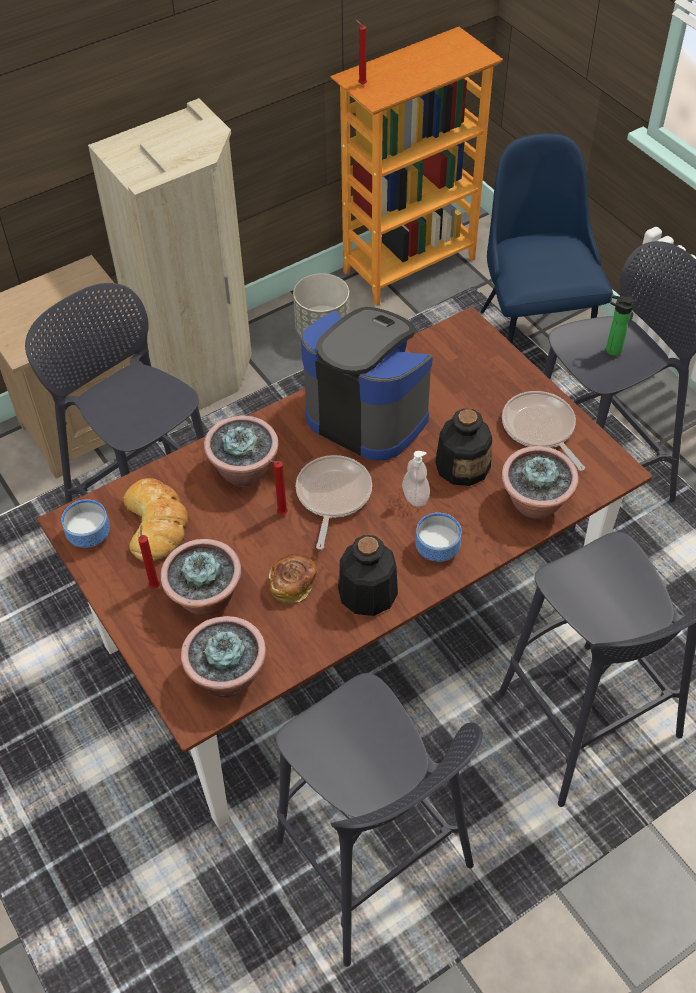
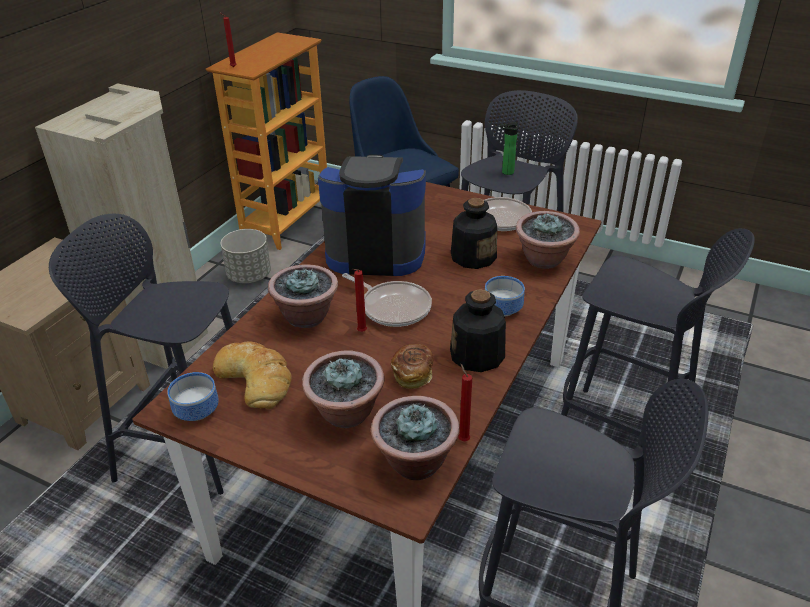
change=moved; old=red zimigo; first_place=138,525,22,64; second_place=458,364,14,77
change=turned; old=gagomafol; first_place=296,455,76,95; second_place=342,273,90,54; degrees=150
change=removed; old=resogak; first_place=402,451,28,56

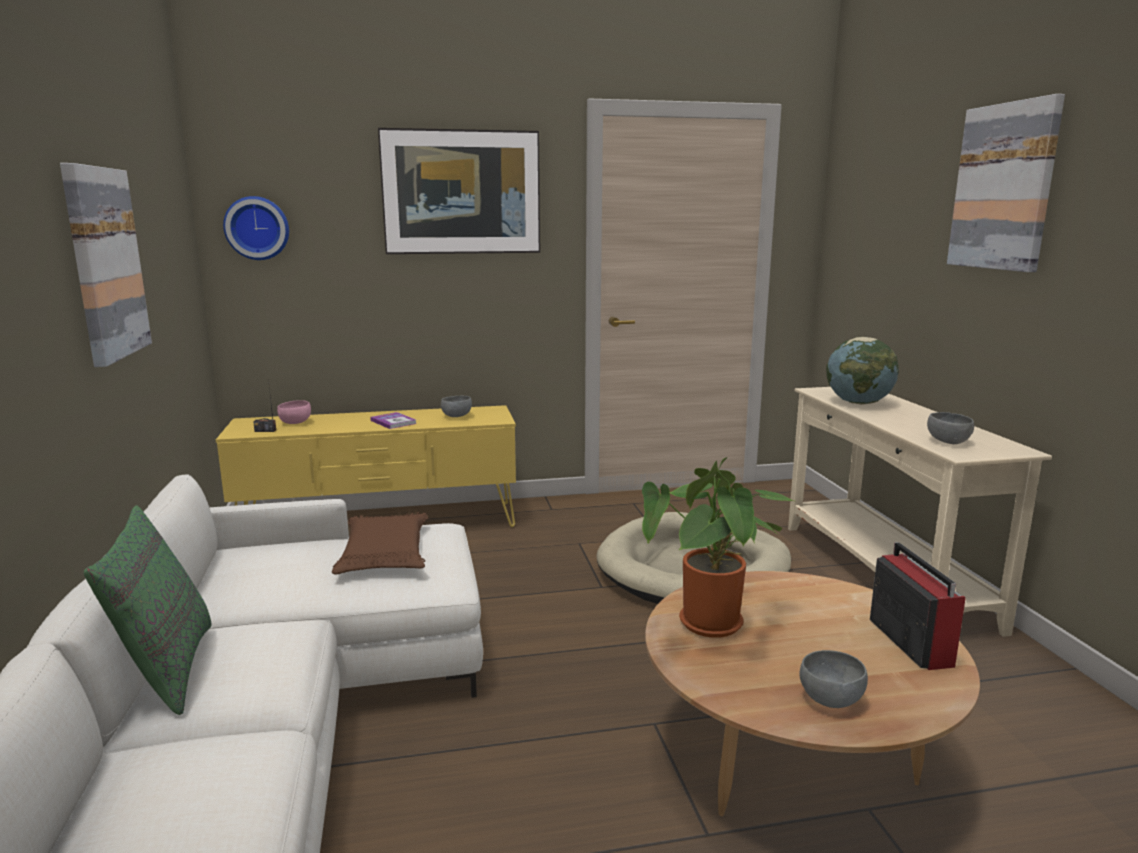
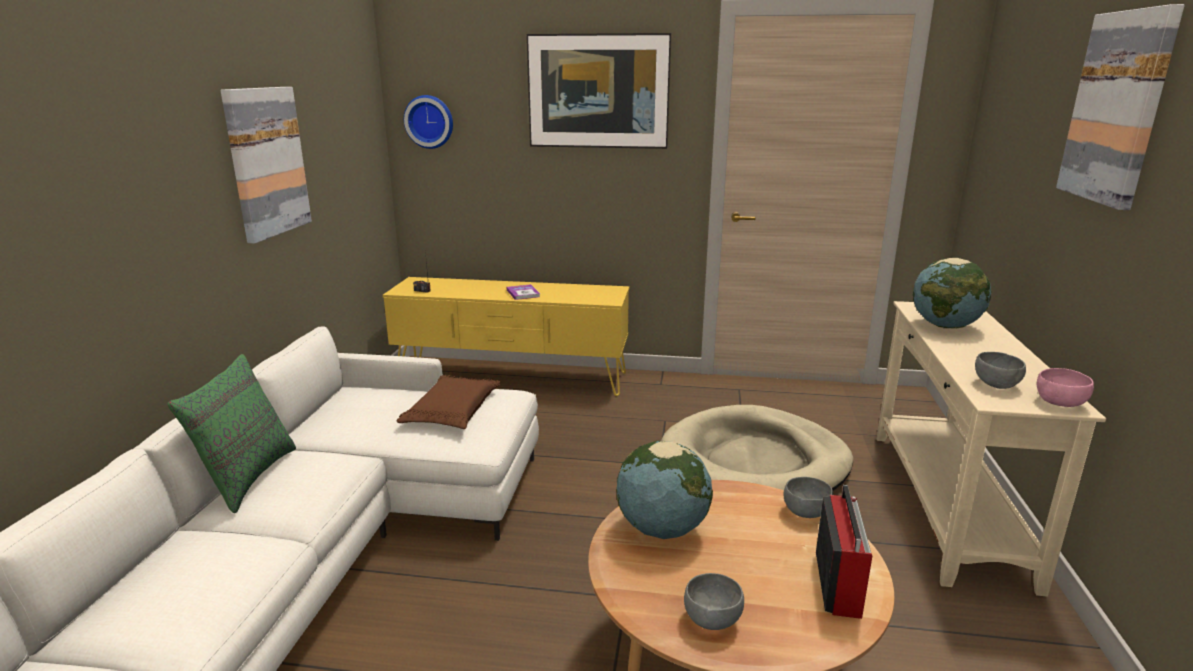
change=moved; old=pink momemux; first_place=277,400,34,24; second_place=1037,368,57,39
change=moved; old=grey momemux; first_place=441,396,31,21; second_place=784,477,50,41
change=replaced; old=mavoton; new=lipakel; first_place=642,457,152,181; second_place=616,441,97,98

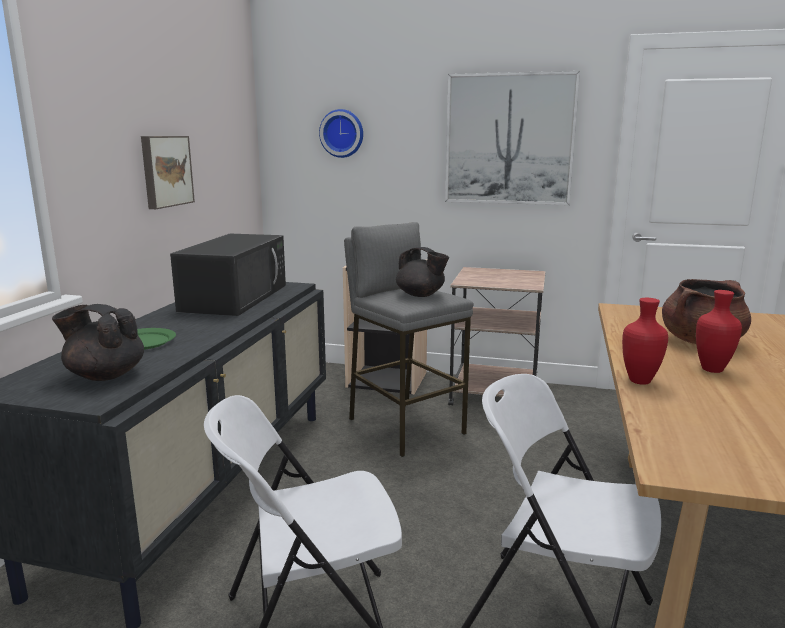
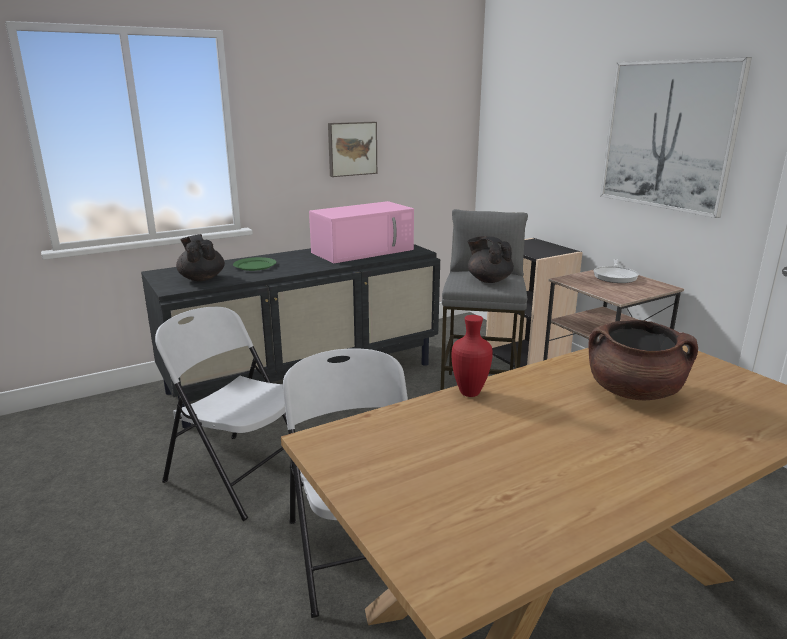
change=recoloured; old=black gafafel; new=pink gafafel; first_place=170,234,116,82; second_place=309,201,105,63
change=removed; old=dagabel; first_place=319,109,44,49
change=turned; old=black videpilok; first_place=396,247,53,50; second_place=467,236,47,47; degrees=150
change=removed; old=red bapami; first_place=696,290,46,83
change=added; new=gagomafol; second_place=593,259,46,24

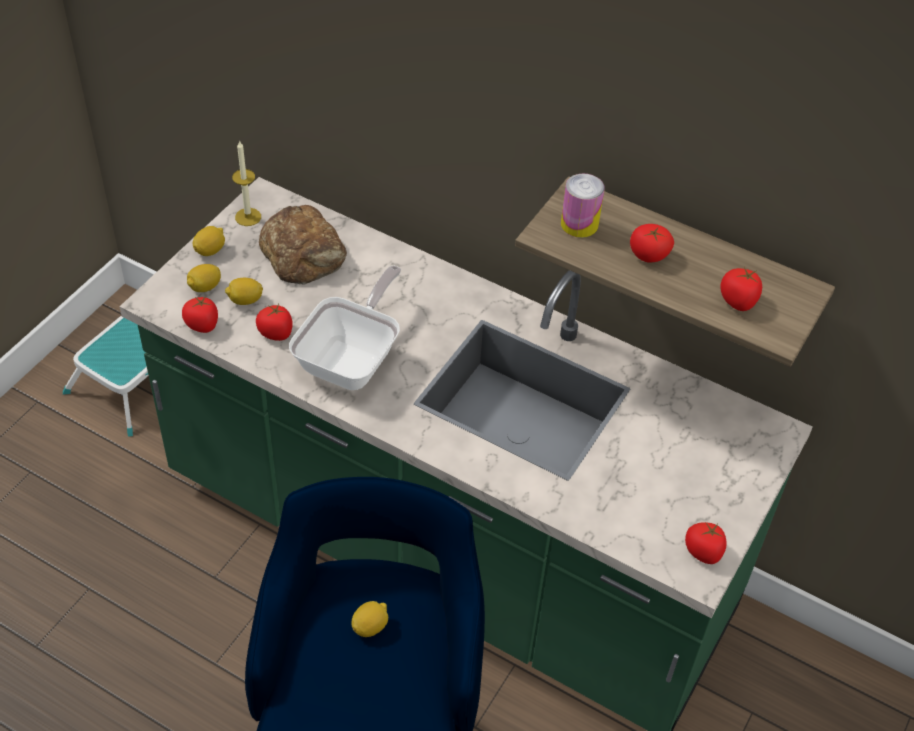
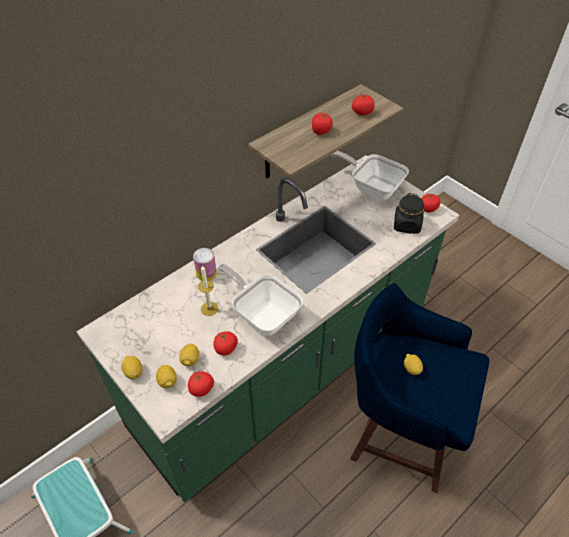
change=moved; old=zimigo; first_place=232,140,29,86; second_place=198,265,20,51
change=removed; old=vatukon; first_place=259,205,88,80
change=moved; old=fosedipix; first_place=561,173,43,65; second_place=193,248,24,33
change=added; new=gagomafol; second_place=331,151,78,49
change=added; new=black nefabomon; second_place=394,193,30,41

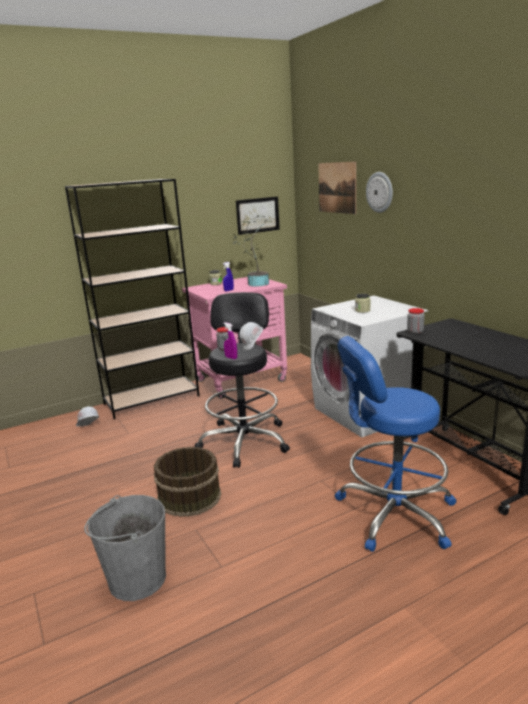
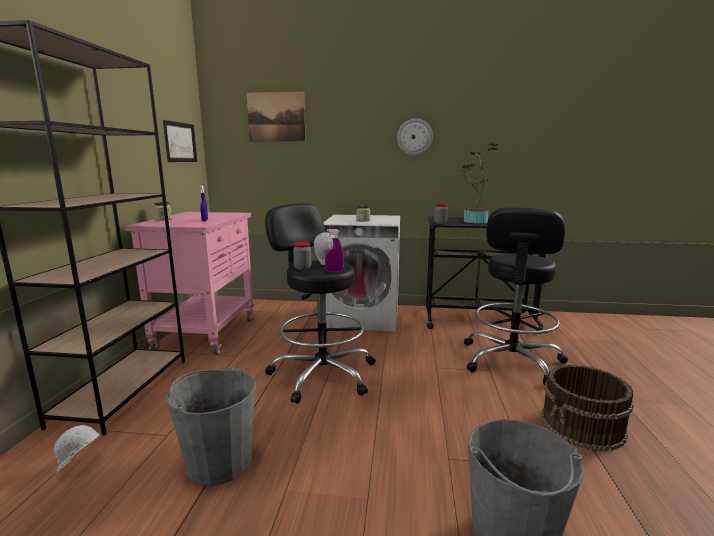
change=moved; old=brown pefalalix; first_place=154,447,67,70; second_place=541,365,93,86
change=moved; old=mavoton; first_place=232,216,40,71; second_place=459,144,39,79
change=recoloured; old=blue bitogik; new=black bitogik; first_place=335,336,121,216; second_place=464,207,104,179
change=moved; old=dagabel; first_place=366,172,27,41; second_place=397,118,36,38
change=added; new=grey pefalalix; second_place=167,366,89,120

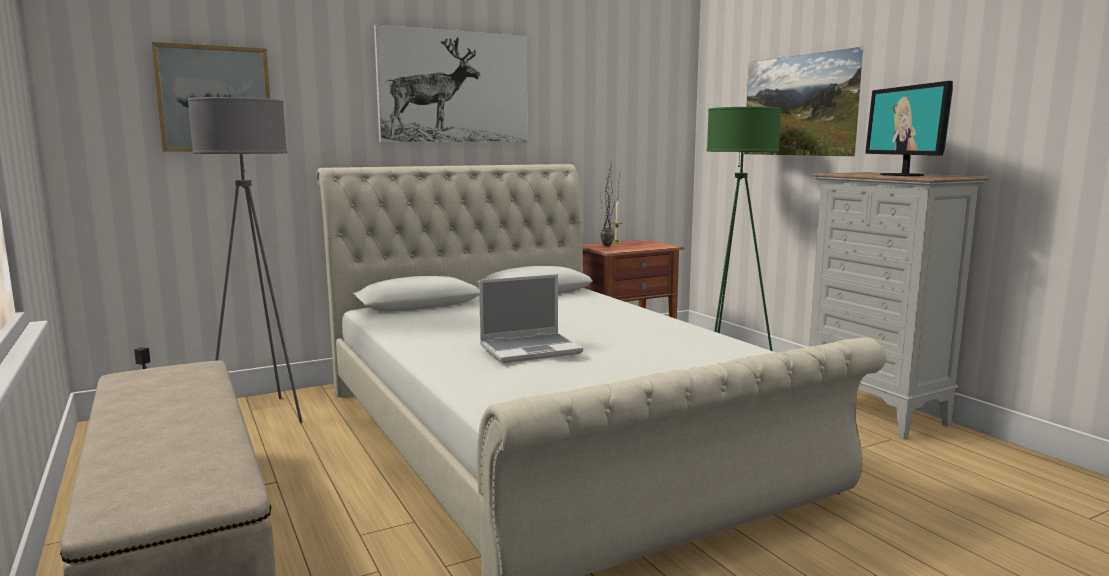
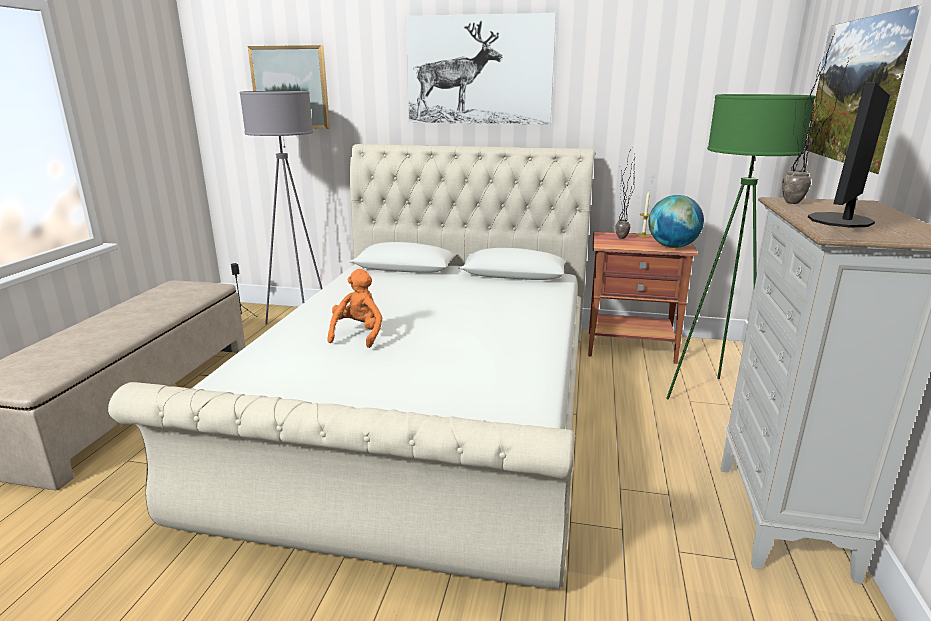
change=replaced; old=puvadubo; new=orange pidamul; first_place=479,274,104,89; second_place=328,269,55,79
change=added; new=lipakel; second_place=649,195,55,53
change=added; new=mavoton; second_place=782,32,67,172

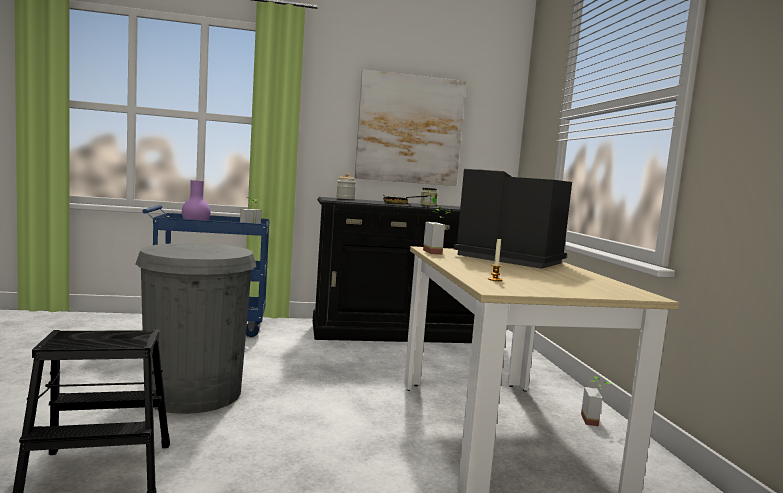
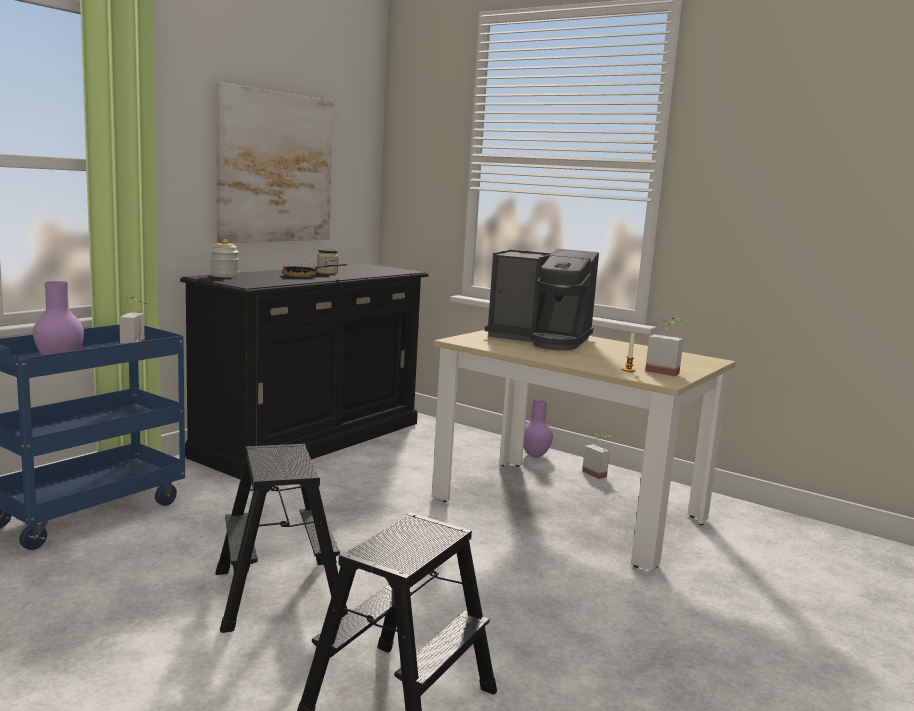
change=replaced; old=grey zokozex; new=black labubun; first_place=135,243,121,171; second_place=215,444,133,189
change=moved; old=mavoton; first_place=423,207,27,48; second_place=645,318,39,59
change=turned; old=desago; first_place=454,169,118,100; second_place=485,249,114,101; degrees=-150
change=added; new=purple bapami; second_place=523,400,30,57

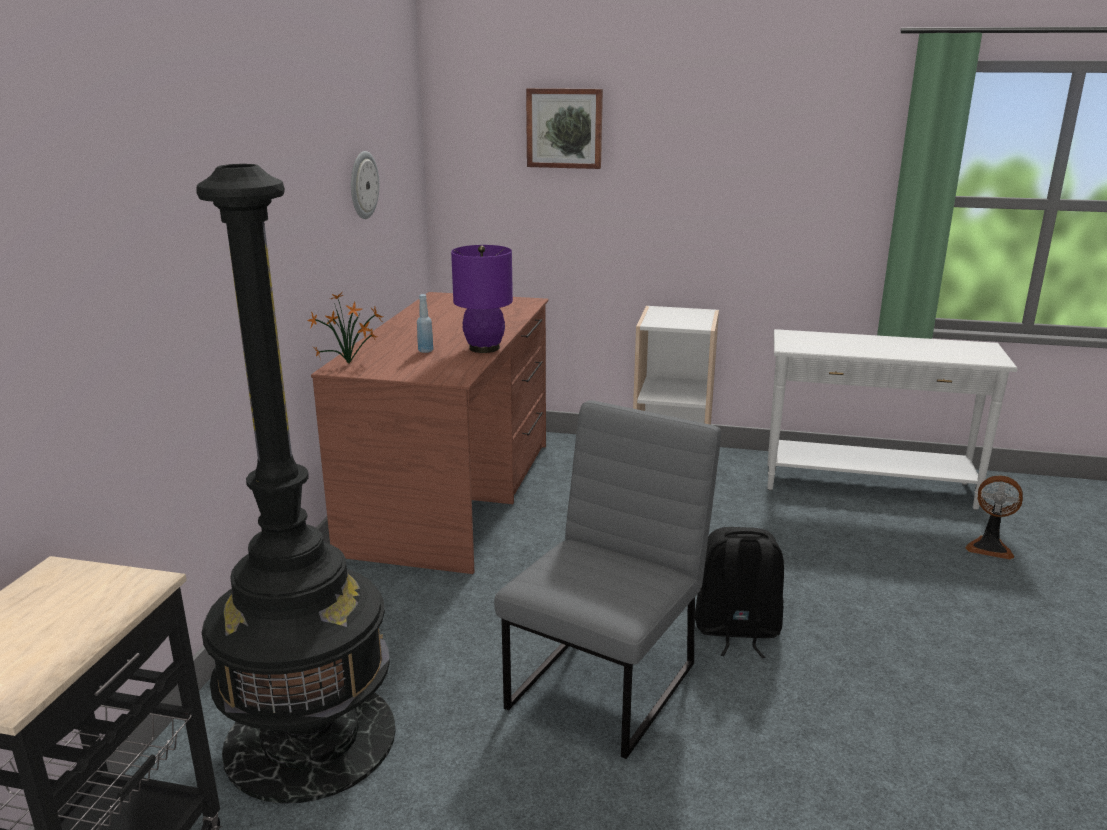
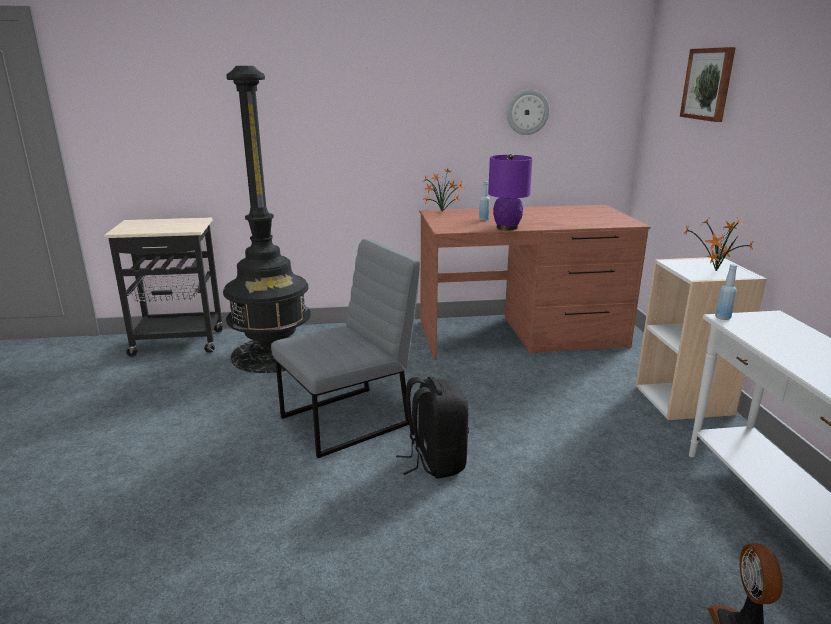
change=turned; old=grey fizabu; first_place=494,400,227,359; second_place=271,239,149,219; degrees=-45
change=added; new=mavoton; second_place=683,217,71,54
change=added; new=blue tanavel; second_place=715,264,22,56

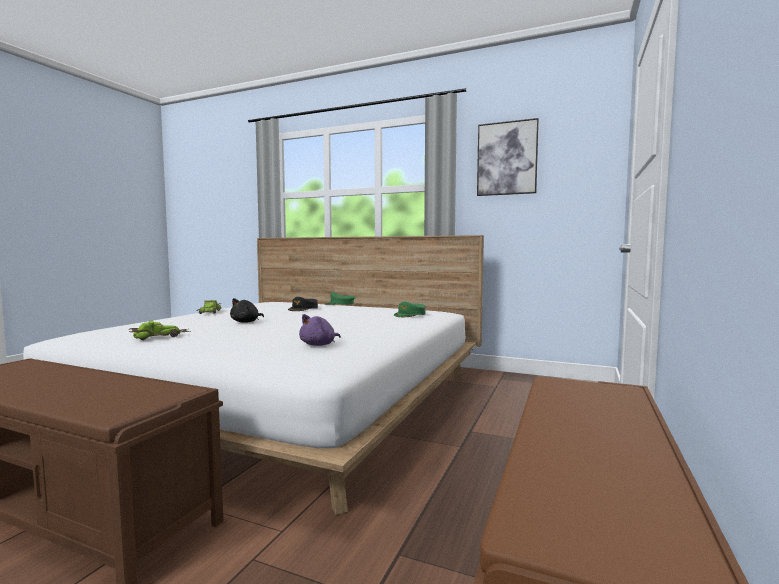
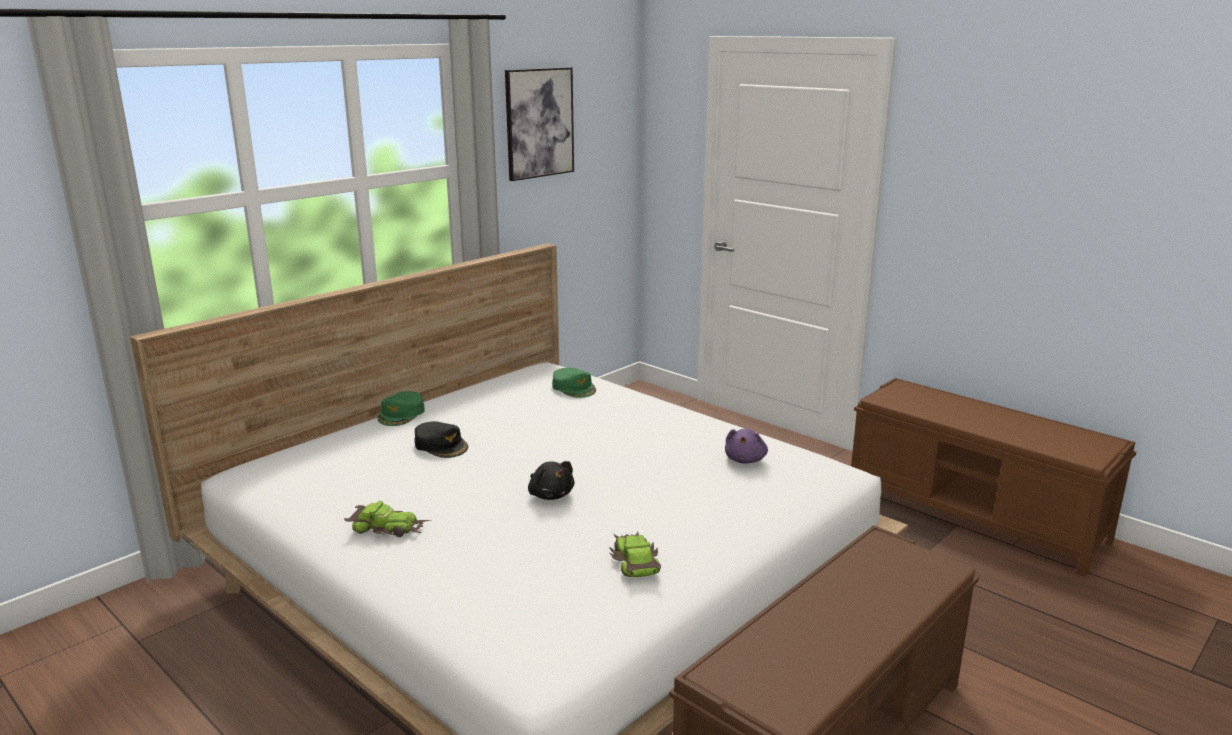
change=turned; old=purple pidamul; first_place=299,314,42,32; second_place=725,429,43,35; degrees=45

